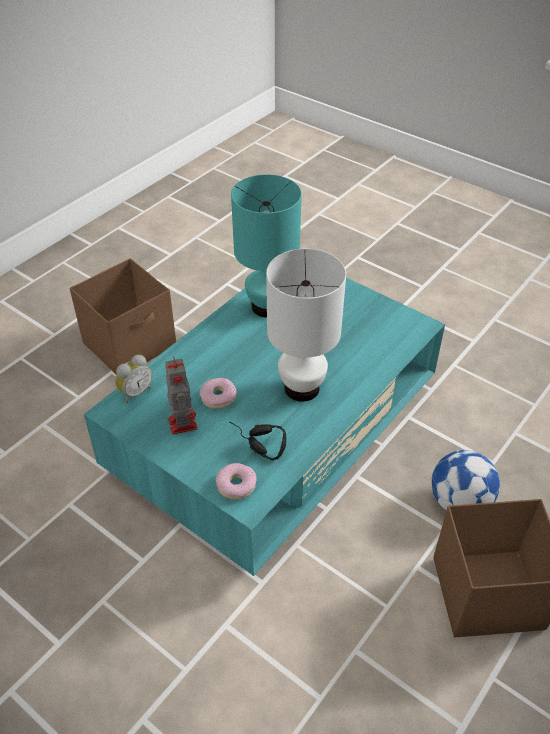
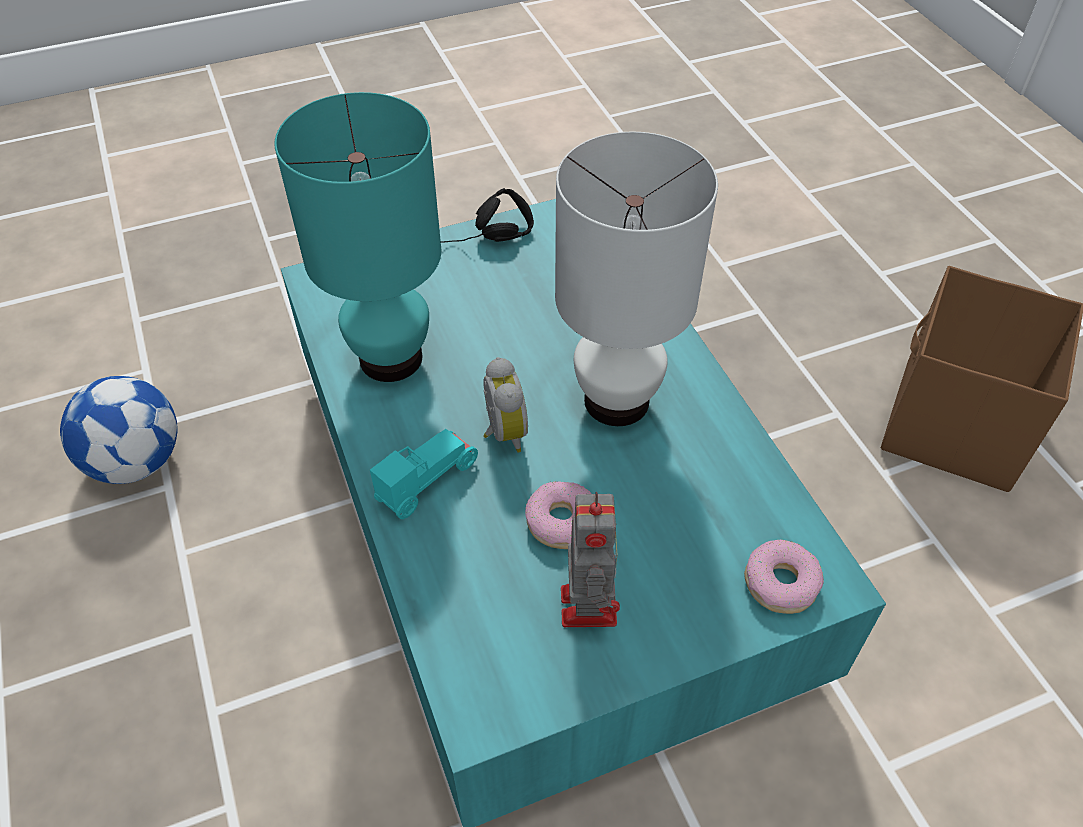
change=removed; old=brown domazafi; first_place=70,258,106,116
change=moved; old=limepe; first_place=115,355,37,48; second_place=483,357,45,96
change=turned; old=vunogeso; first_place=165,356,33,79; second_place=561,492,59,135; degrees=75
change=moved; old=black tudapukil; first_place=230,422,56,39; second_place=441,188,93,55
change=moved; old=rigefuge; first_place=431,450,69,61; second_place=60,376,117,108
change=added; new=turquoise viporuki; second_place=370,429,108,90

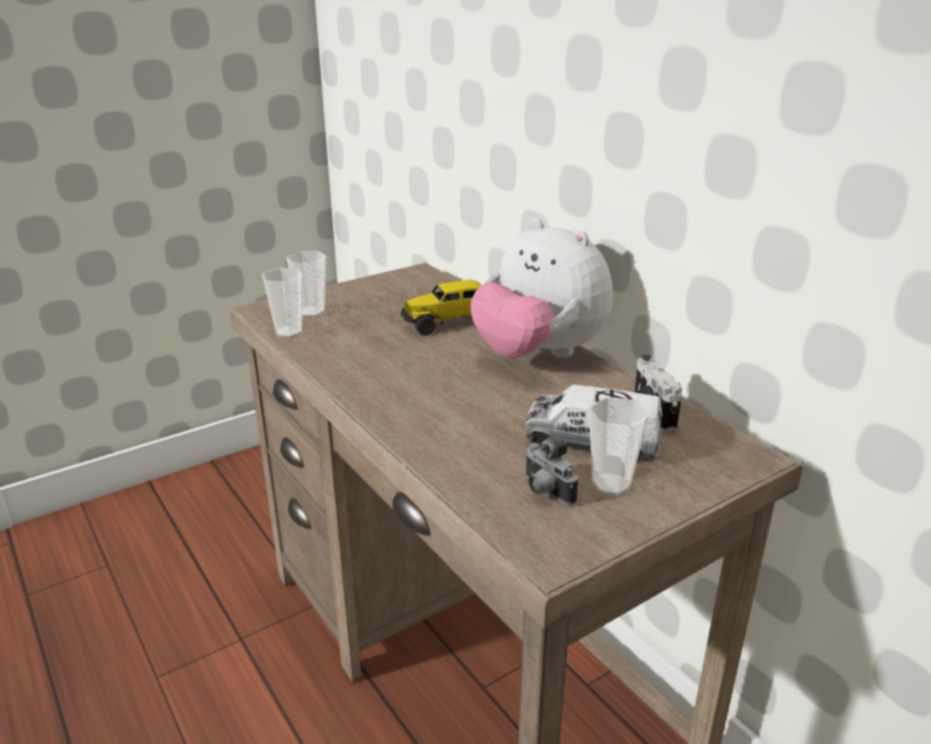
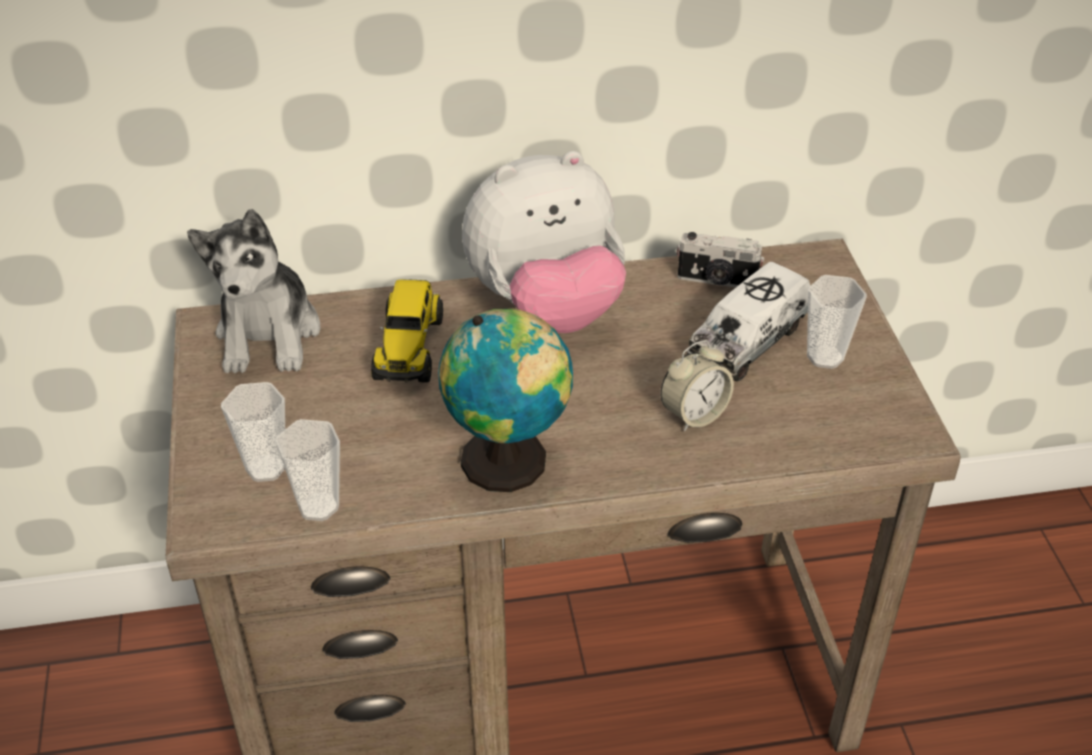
change=removed; old=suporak; first_place=525,437,53,68
change=added; new=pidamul; second_place=187,209,134,165
change=added; new=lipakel; second_place=438,308,135,184
change=added; new=limepe; second_place=660,340,74,92

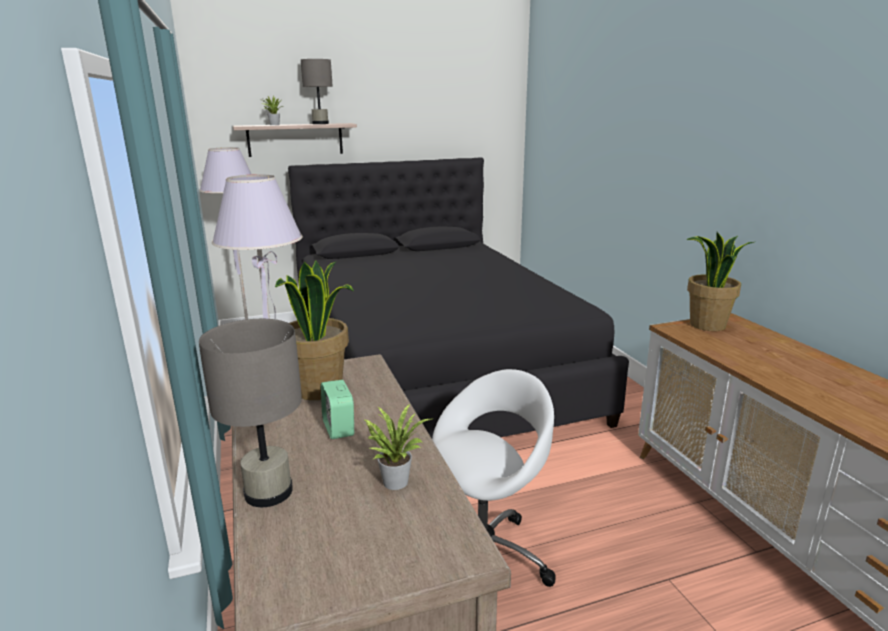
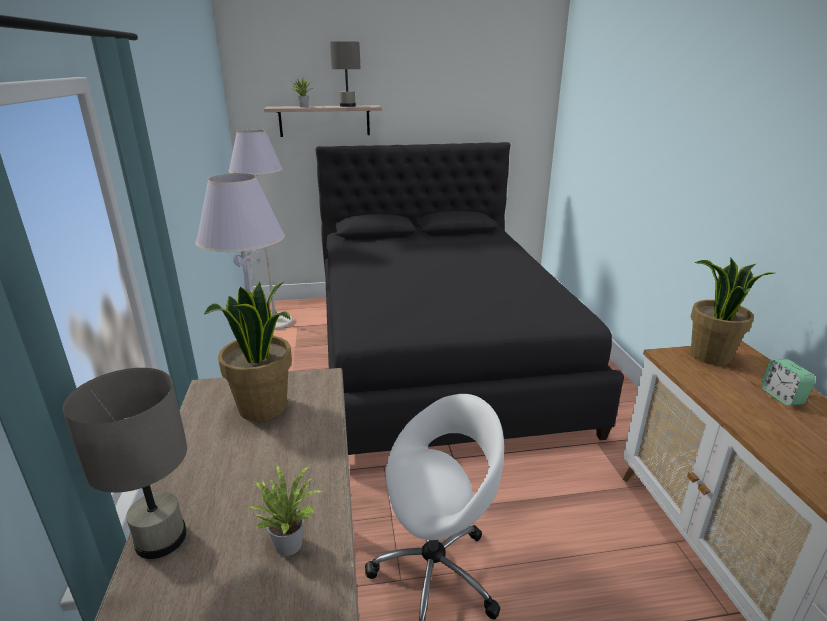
change=moved; old=limepe; first_place=321,380,33,59; second_place=761,359,54,47

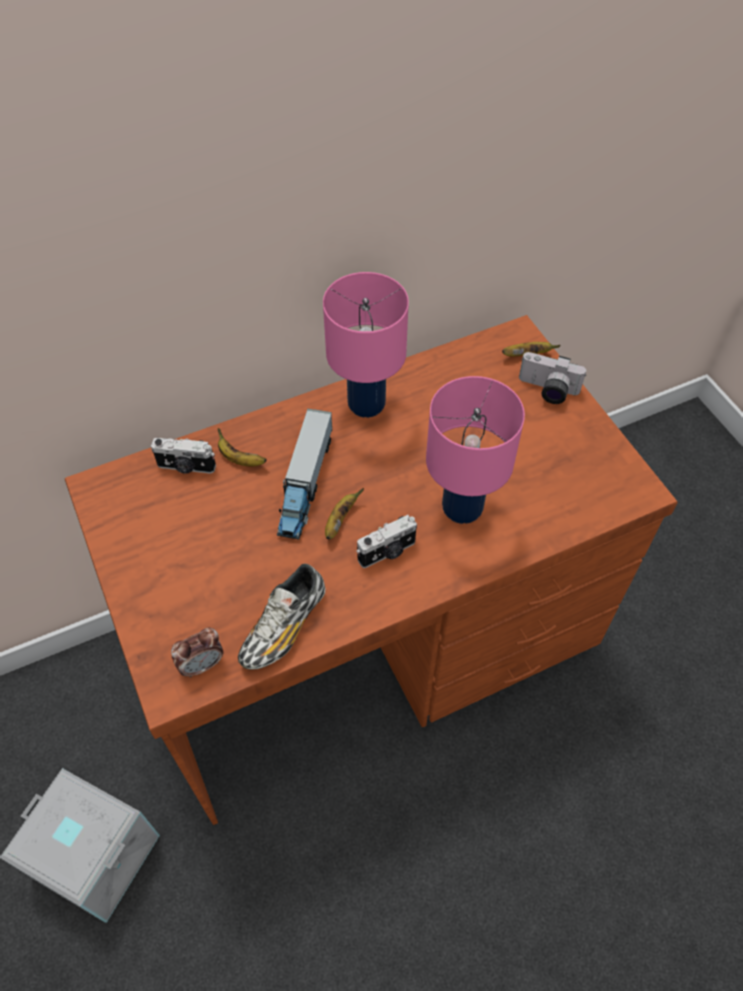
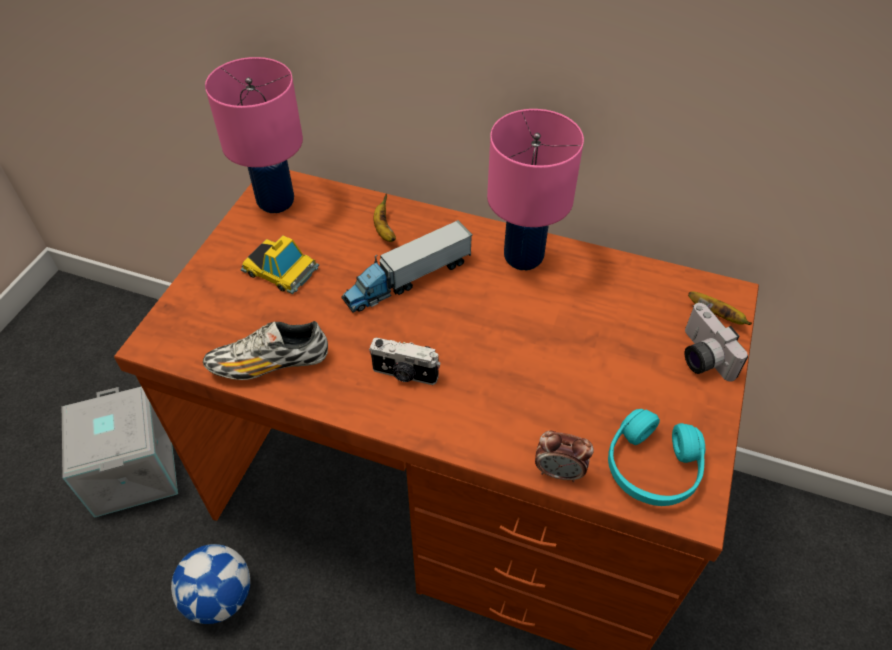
change=removed; old=suporak; first_place=151,438,65,36
change=moved; old=limepe; first_place=171,628,52,50; second_place=535,431,59,51
change=removed; old=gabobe; first_place=325,488,39,51
change=moved; old=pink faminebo; first_place=426,376,99,148; second_place=205,57,98,156
change=added; new=rigefuge; second_place=171,544,79,80
change=added; new=viporuki; second_place=240,236,79,58
change=added; new=turquoise tudapukil; second_place=608,409,97,97

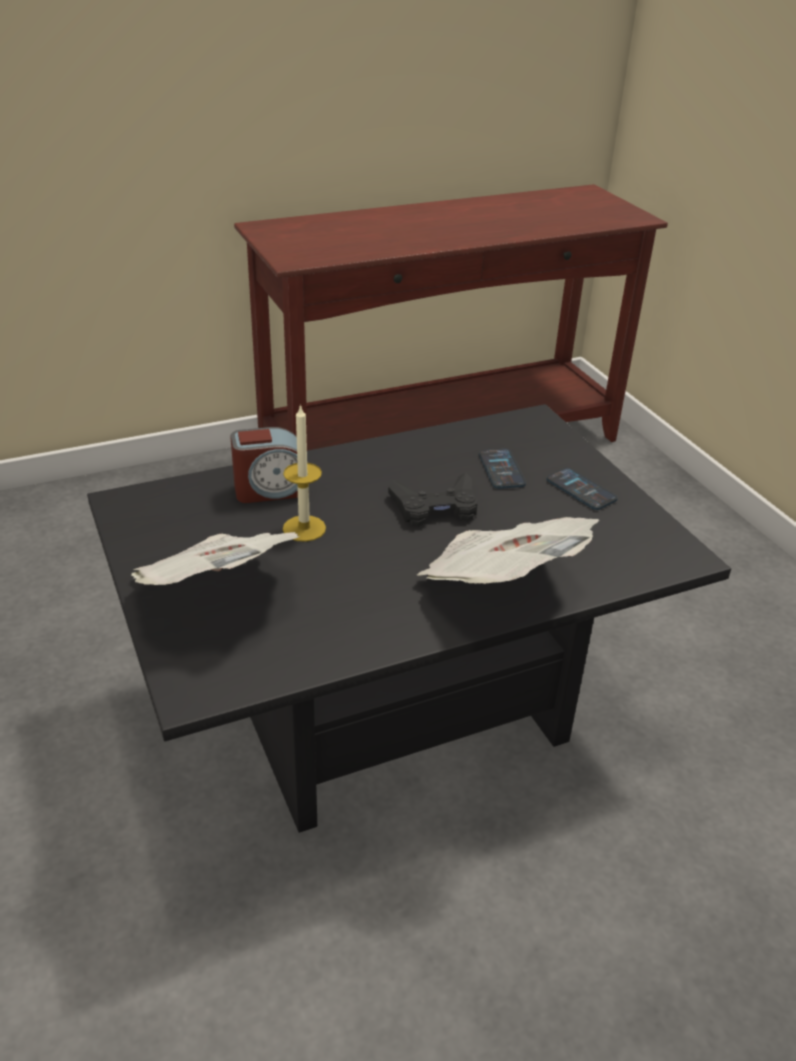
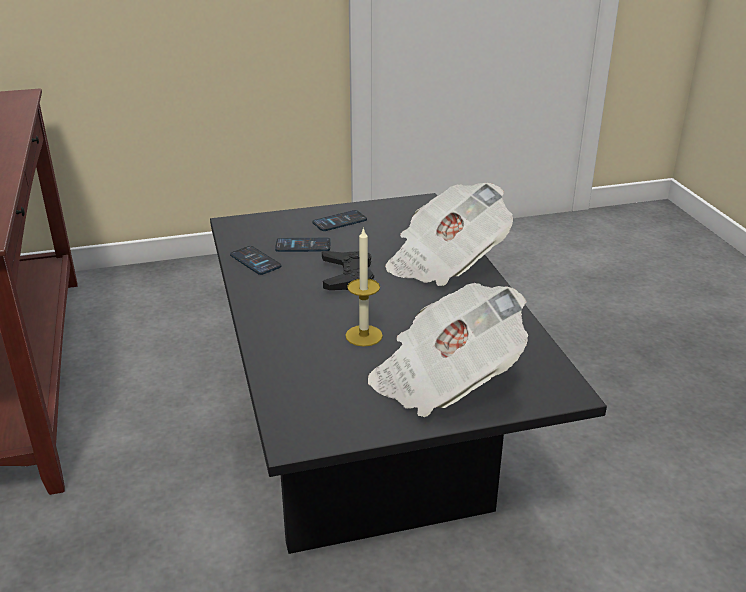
change=removed; old=limepe; first_place=230,427,68,76
change=added; new=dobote; second_place=230,246,51,29

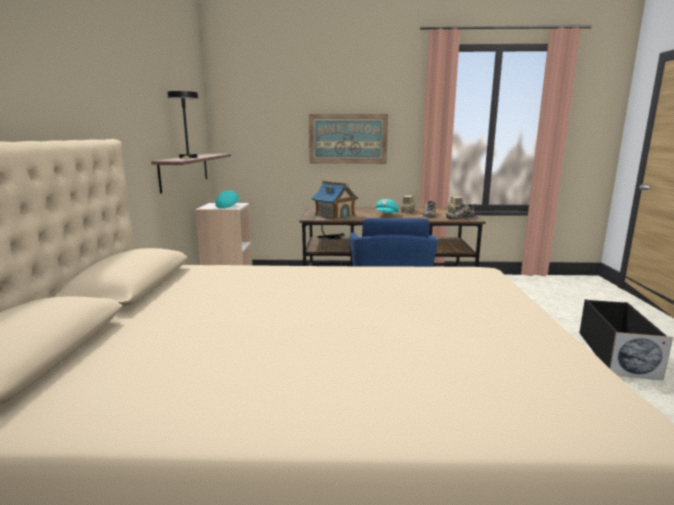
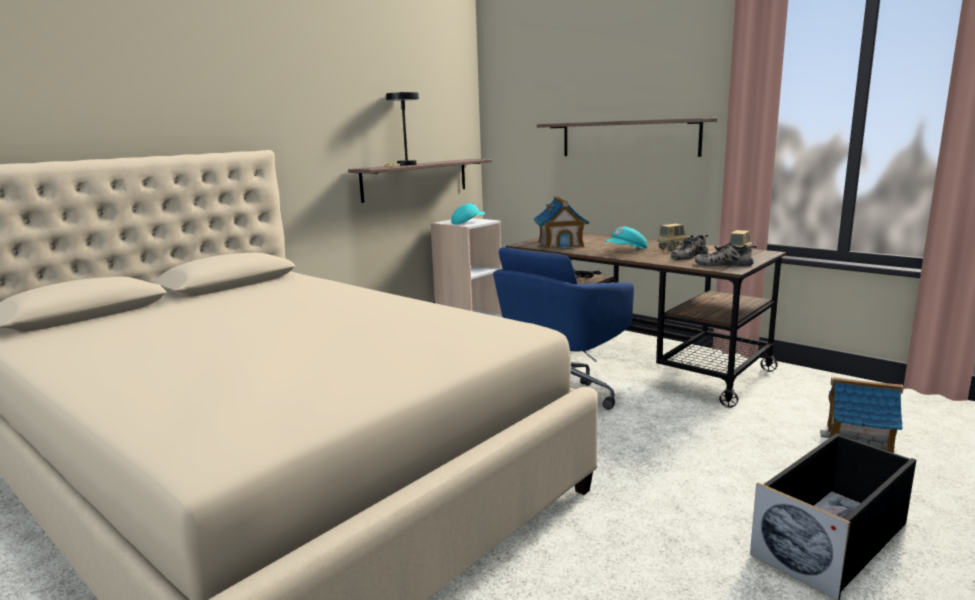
change=replaced; old=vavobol; new=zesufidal; first_place=309,114,79,50; second_place=537,118,180,39
change=added; new=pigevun; second_place=820,377,84,76

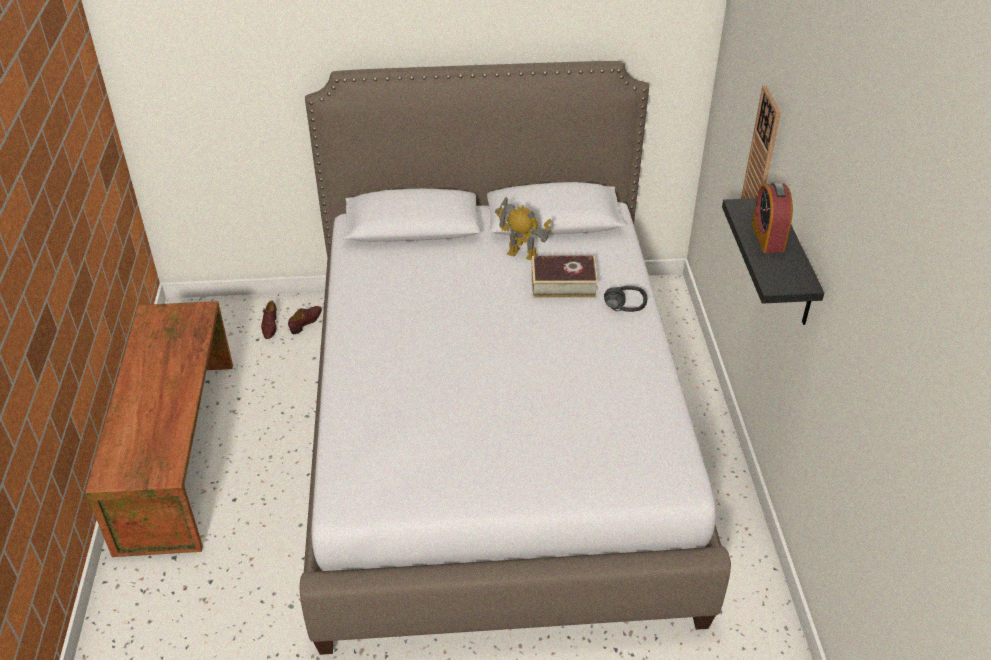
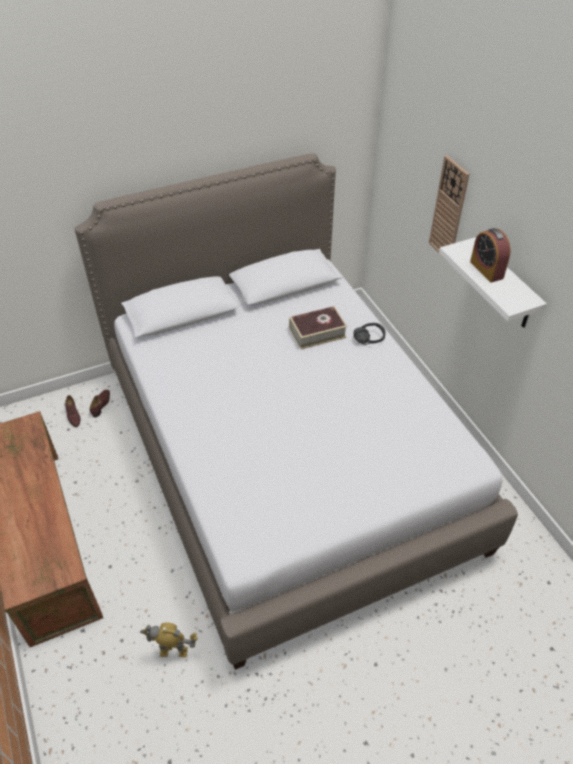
change=moved; old=vunogeso; first_place=495,197,57,63; second_place=140,623,58,34
change=recoloured; old=black zesufidal; new=white zesufidal; first_place=722,198,102,127; second_place=439,237,108,91

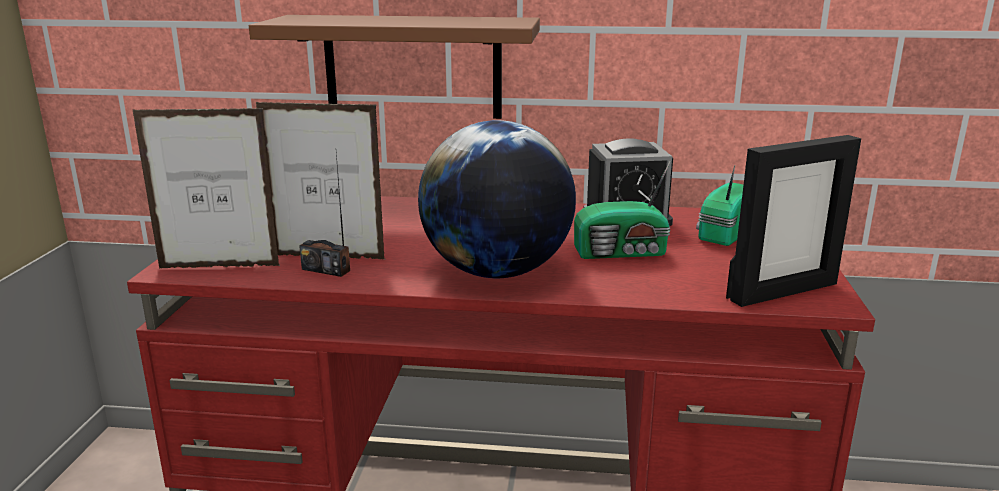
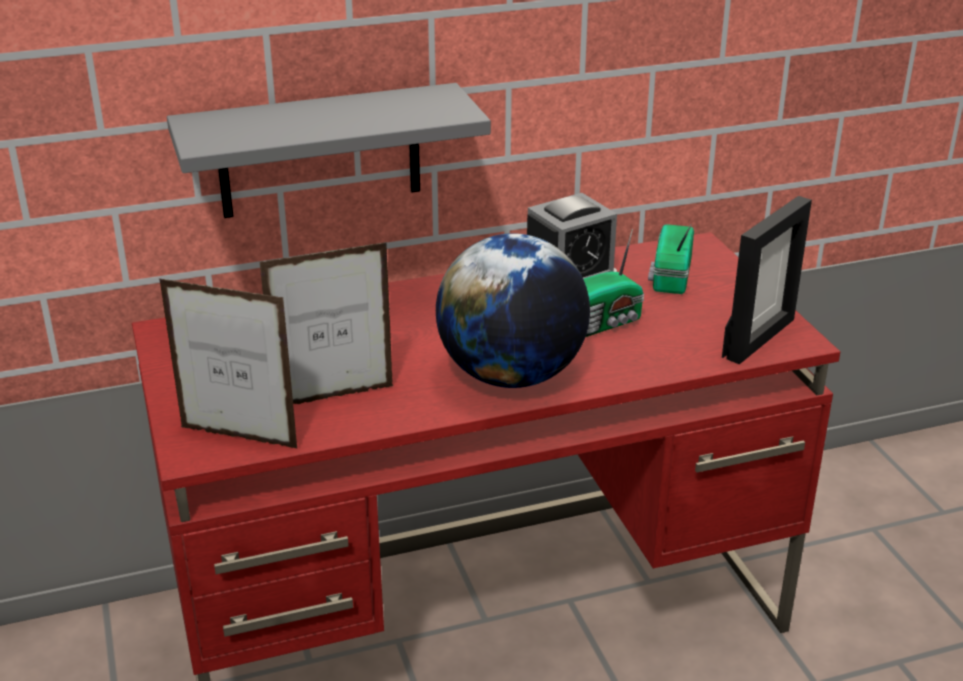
change=turned; old=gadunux; first_place=133,108,147,161; second_place=159,278,138,170; degrees=-135
change=recoloured; old=brown zesufidal; new=grey zesufidal; first_place=249,15,291,104; second_place=167,83,324,135
change=removed; old=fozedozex; first_place=299,154,51,123

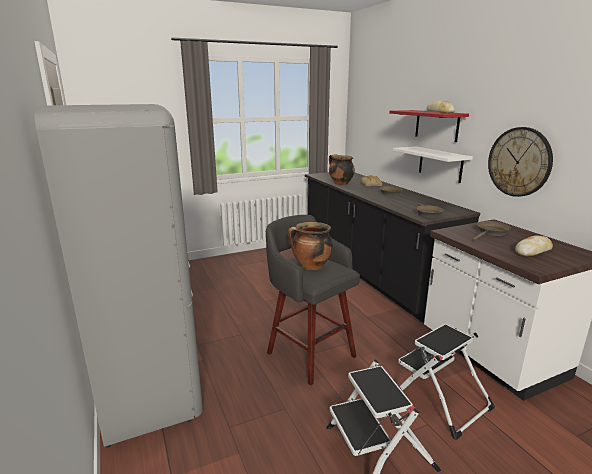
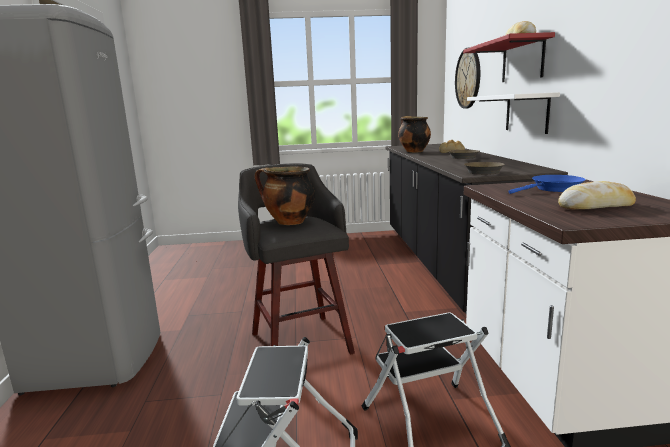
change=recoloured; old=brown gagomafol; new=blue gagomafol; first_place=472,221,39,20; second_place=508,175,78,19
change=moved; old=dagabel; first_place=488,127,65,70; second_place=455,48,25,61

